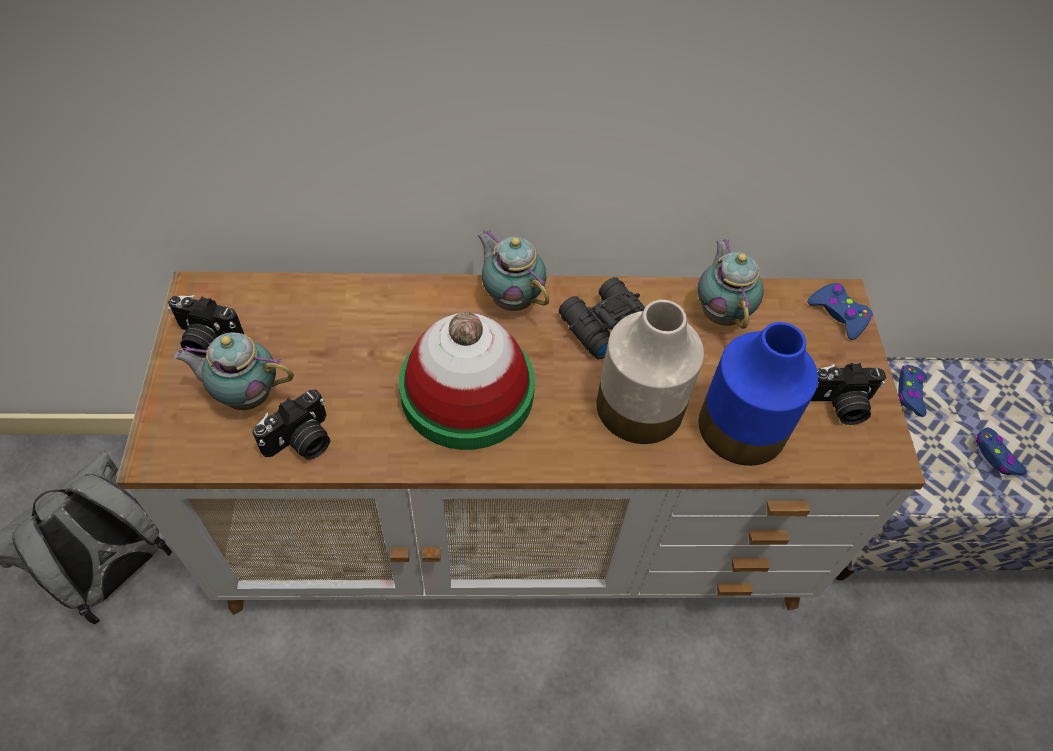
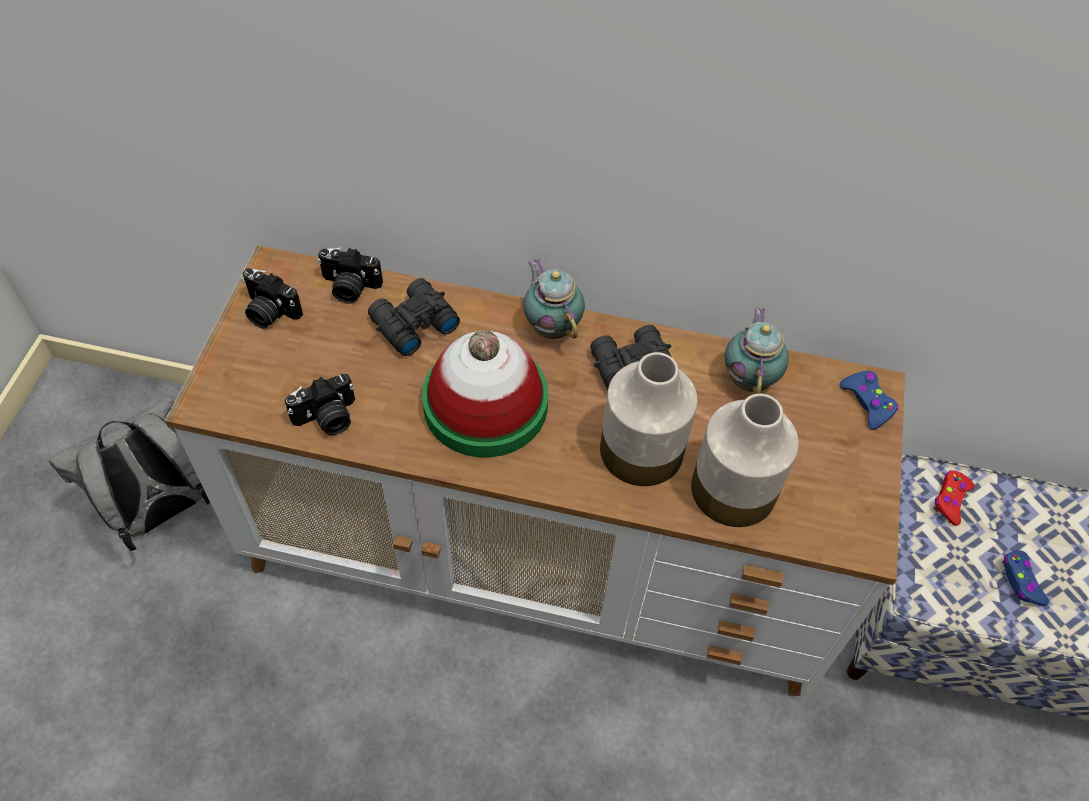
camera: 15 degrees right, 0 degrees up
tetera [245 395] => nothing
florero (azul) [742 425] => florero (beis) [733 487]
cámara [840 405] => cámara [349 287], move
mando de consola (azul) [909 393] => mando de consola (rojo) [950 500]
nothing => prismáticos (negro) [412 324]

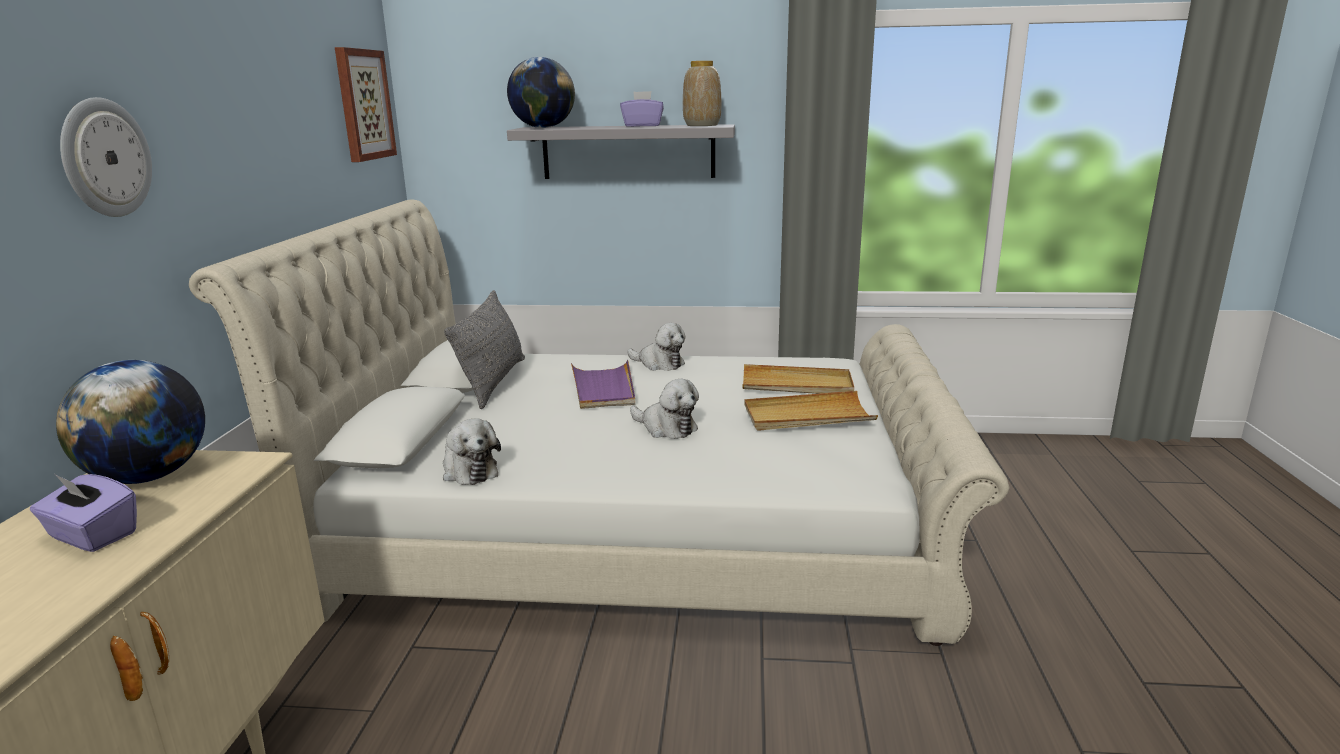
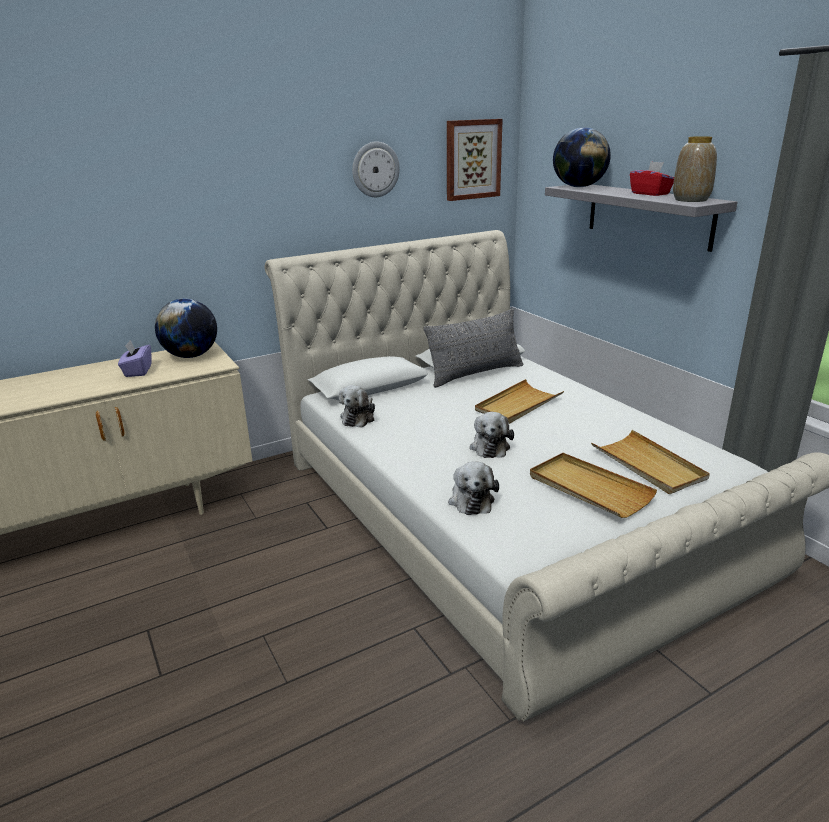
camera: 55 degrees right, 5 degrees up
reloj de pared [104 158] => reloj de pared [375 169], move
bandeja (morado) [603 388] => bandeja (beis) [518 404]
caja de pañuelos (morado) [642 126] => caja de pañuelos (rojo) [650 194]
peluche [659 364] => peluche [471 499], move

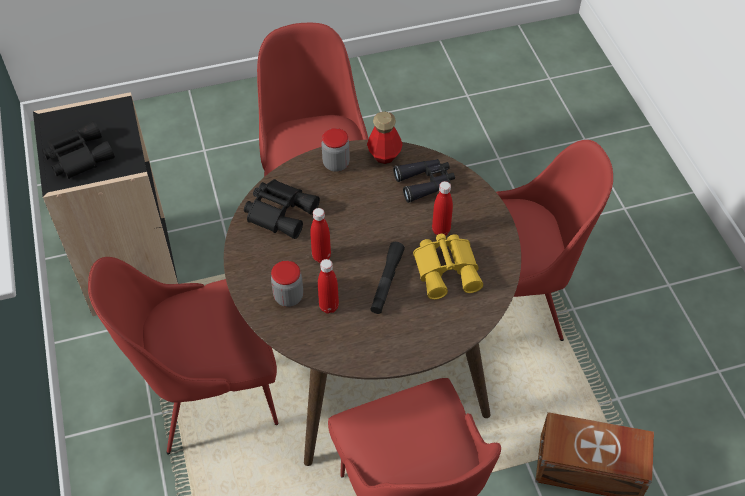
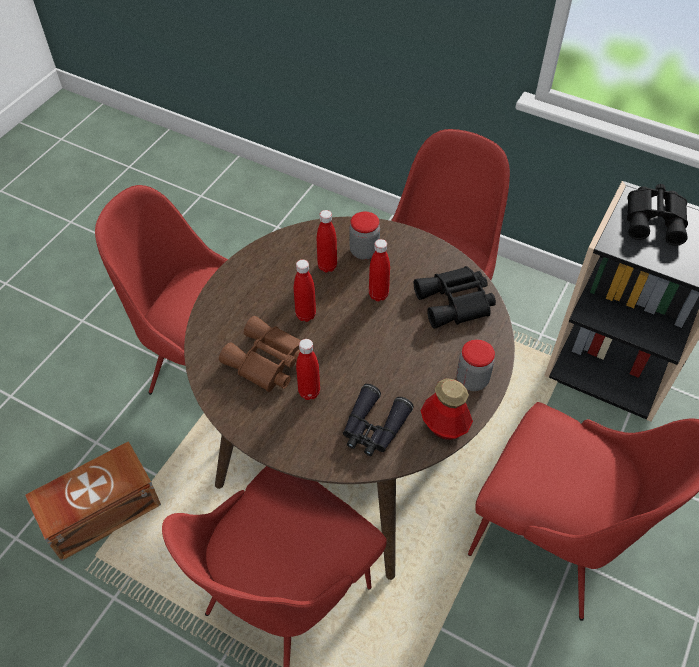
camera: 135 degrees right, 0 degrees up
linterna (negro) [386 282] => botella (rojo) [305 315]
prismáticos (amarillo) [447 269] => prismáticos (marrón) [267 362]

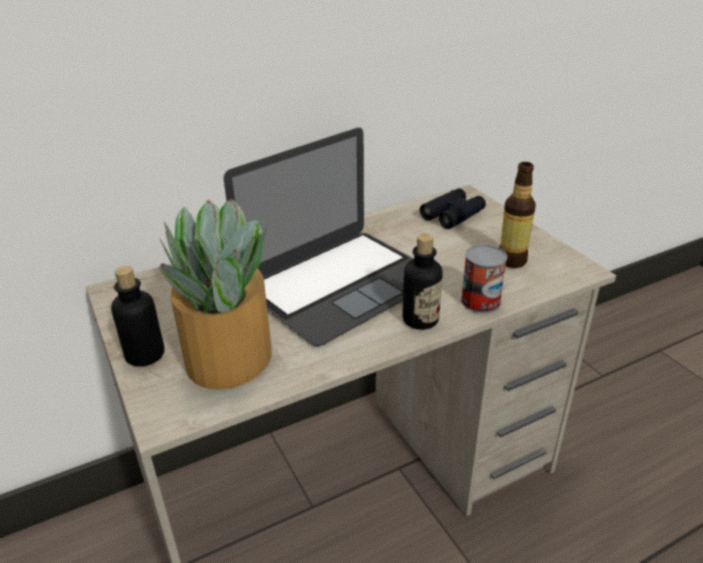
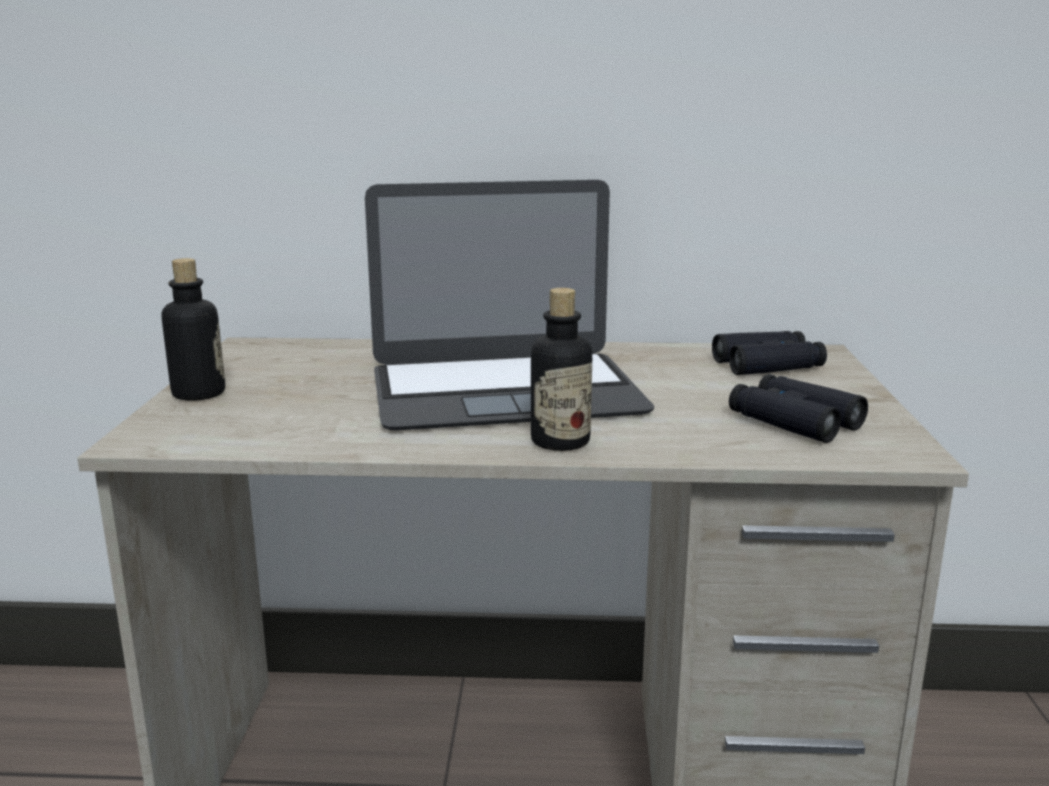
camera: 30 degrees right, 15 degrees down
planta en maceta [227 359] => nothing
lata [480 301] => nothing
botella [511 261] => prismáticos (negro) [794 421]

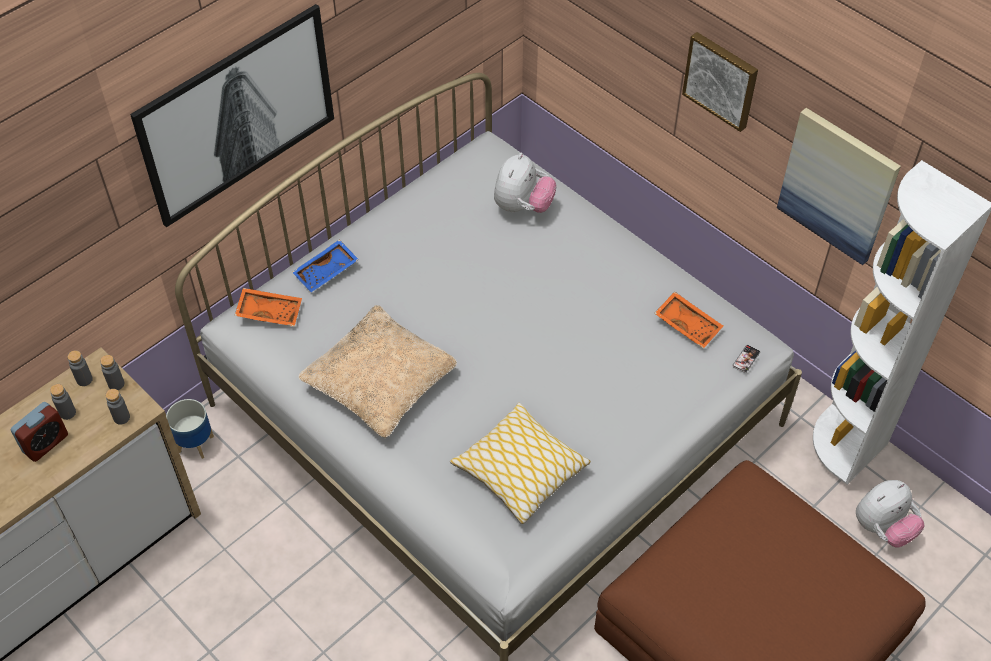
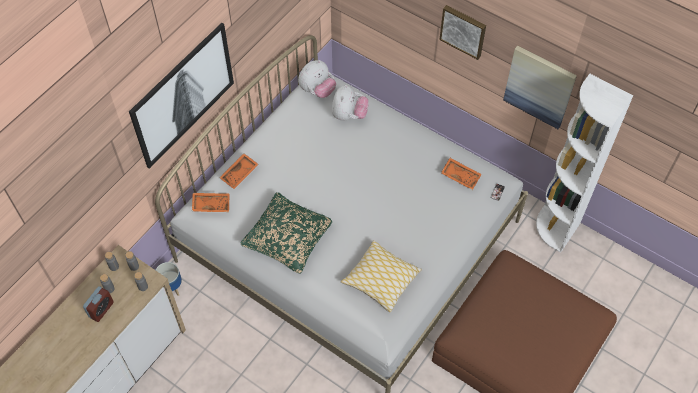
camera: 10 degrees left, 5 degrees up
bandeja (azul) [327 272] => bandeja (naranja) [240 174]
cojín (beis) [381 379] => cojín (verde) [288 237]
peluche [882 528] => peluche [317 90], move

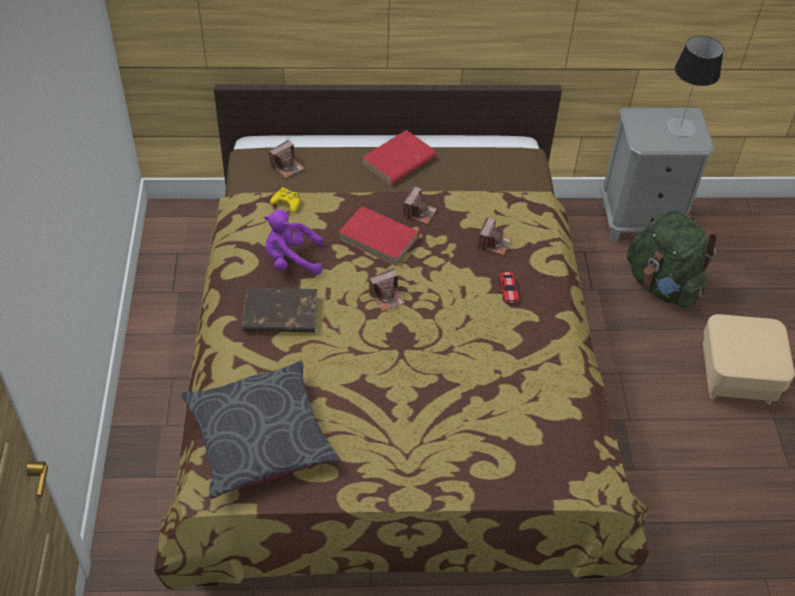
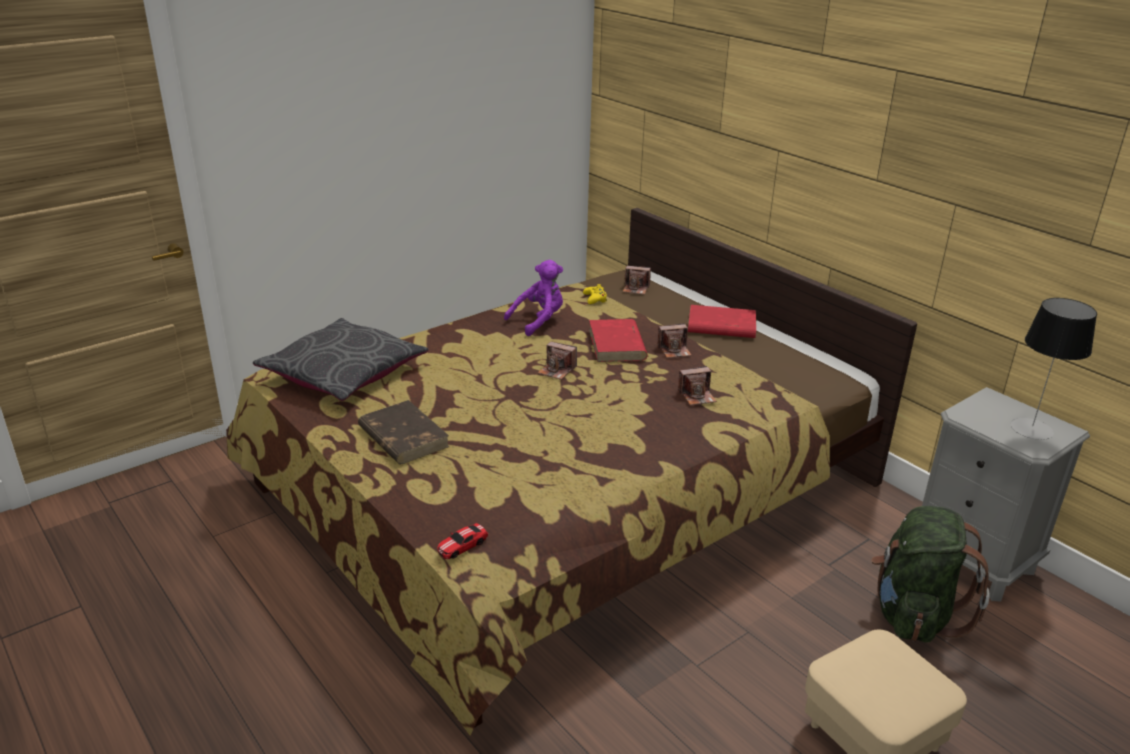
camera: 55 degrees right, 20 degrees down
libro (marrón) [280 314] => libro (marrón) [403 436], move
peluche (morado) [291 260] => peluche (morado) [539 321], 90 degrees clockwise
coche de juguete [508 290] => coche de juguete [462 545], move

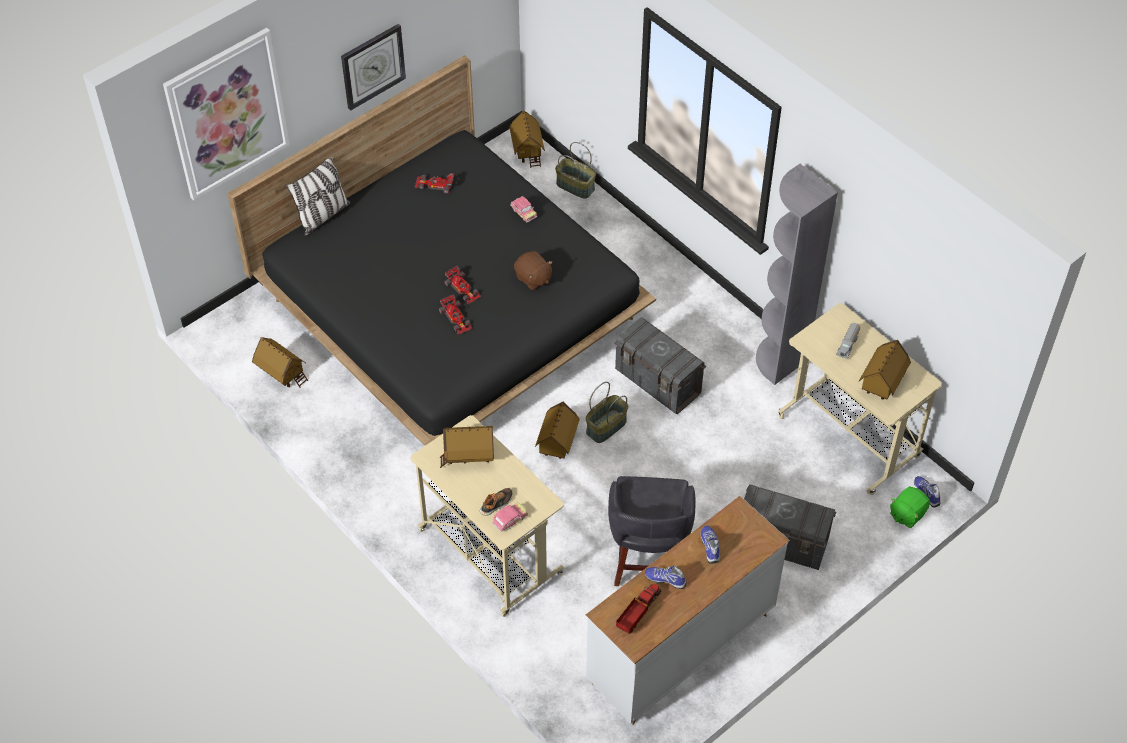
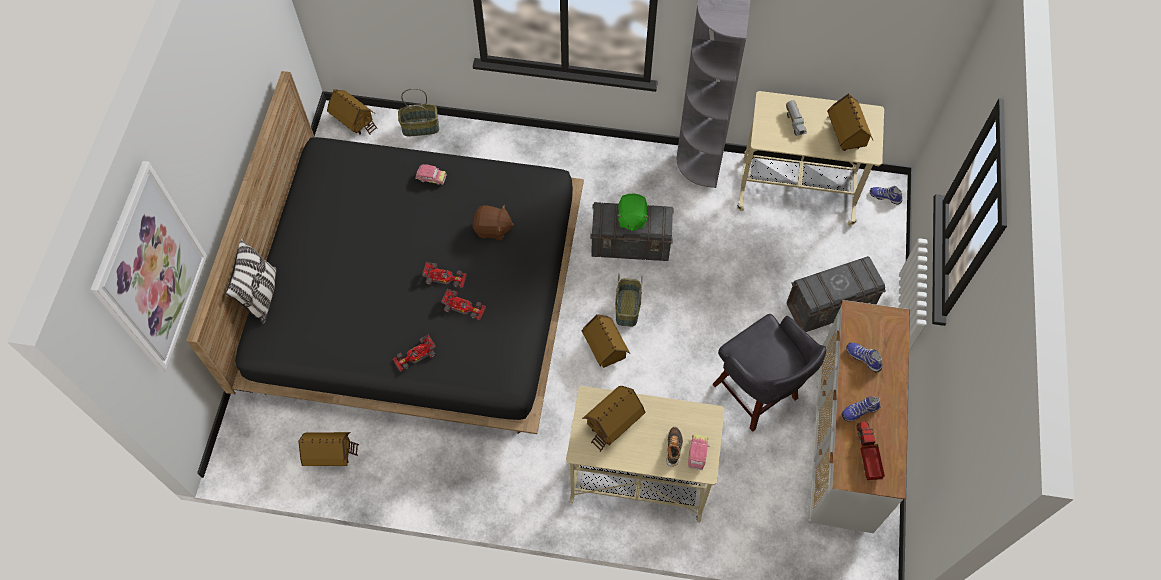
camera: 40 degrees left, 10 degrees up
reloj de pared [372 66] => nothing
coche de juguete [435 184] => coche de juguete [415 355], move
peluche (verde) [907 514] => peluche (verde) [631 218], move

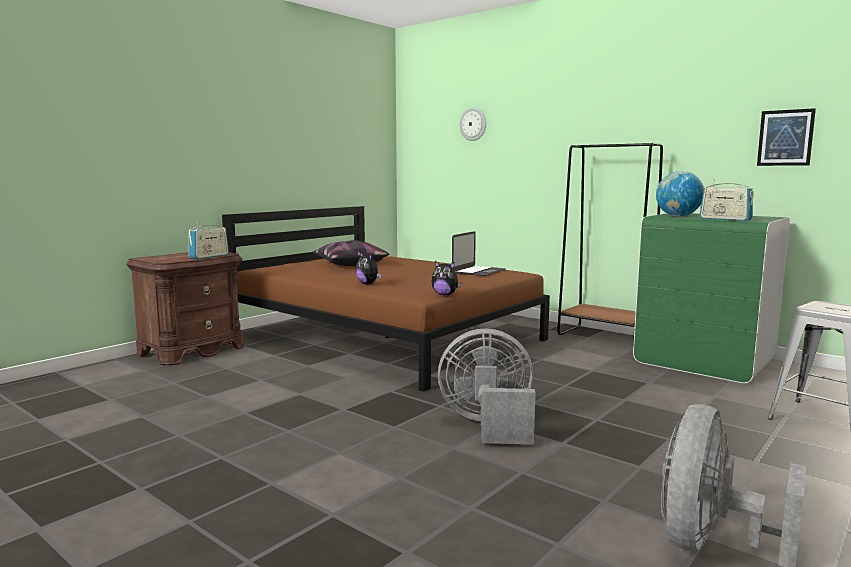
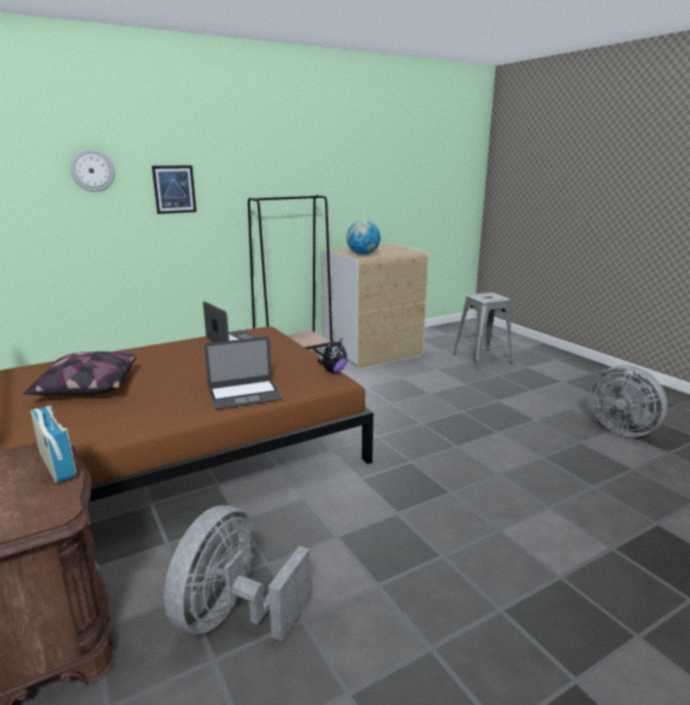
camera: 70 degrees left, 10 degrees up
peluche [368 284] => portátil [244 394]
ventilador (gris) [488 425] => ventilador (gris) [234 616], move
cómoda (verde) [704 360] => cómoda (beis) [371 351]
radio [725 219] => nothing
cuadro [785 137] => cuadro [174 189], move

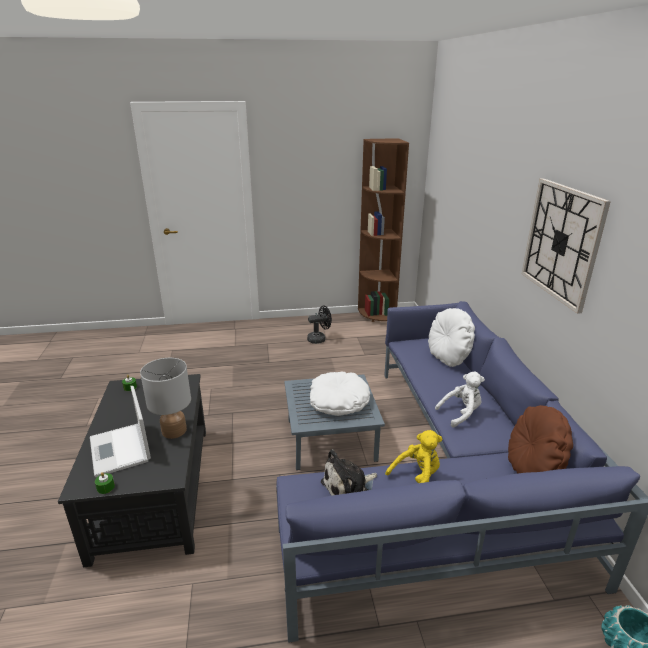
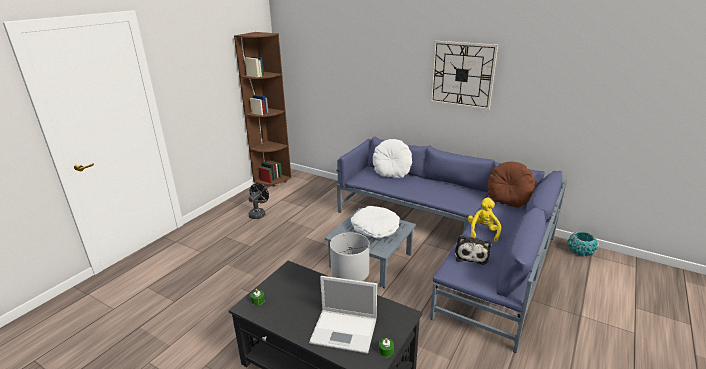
camera: 50 degrees left, 0 degrees up
peluche (blanco) [461 413] => nothing

